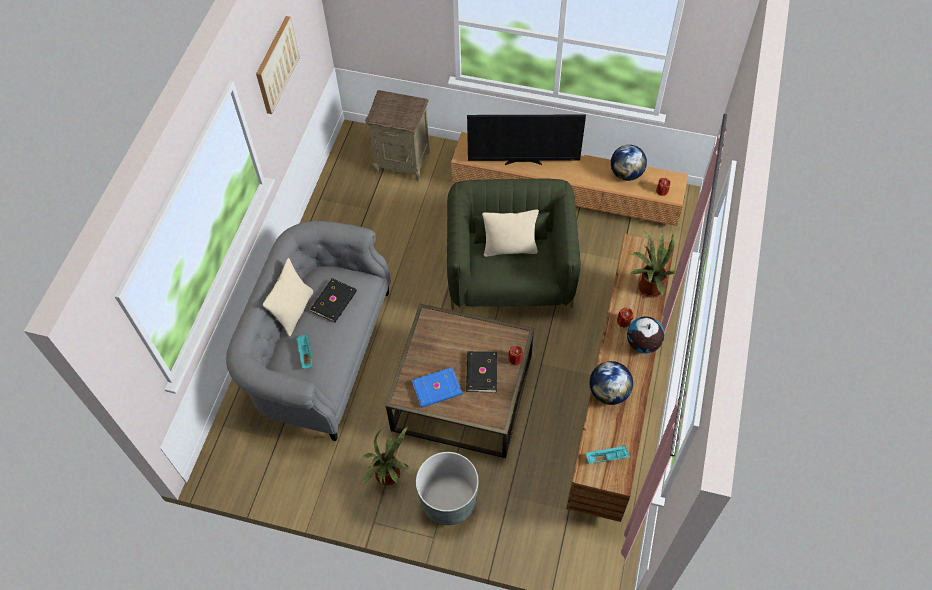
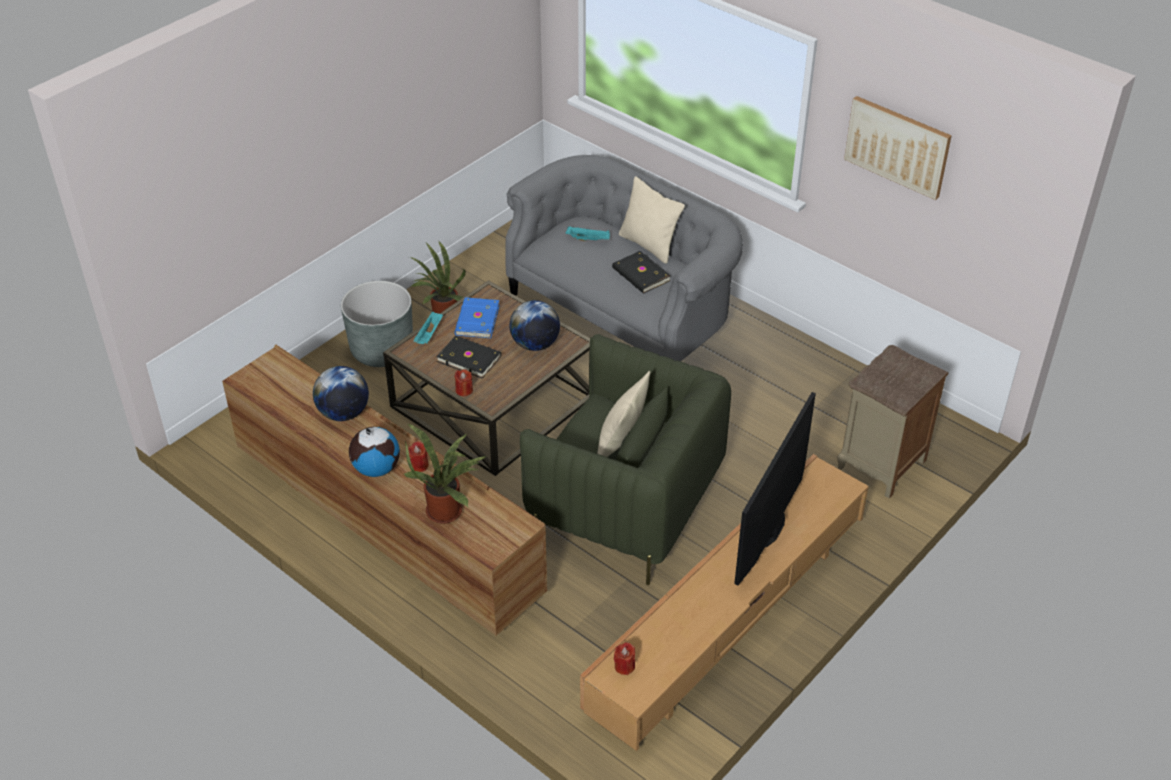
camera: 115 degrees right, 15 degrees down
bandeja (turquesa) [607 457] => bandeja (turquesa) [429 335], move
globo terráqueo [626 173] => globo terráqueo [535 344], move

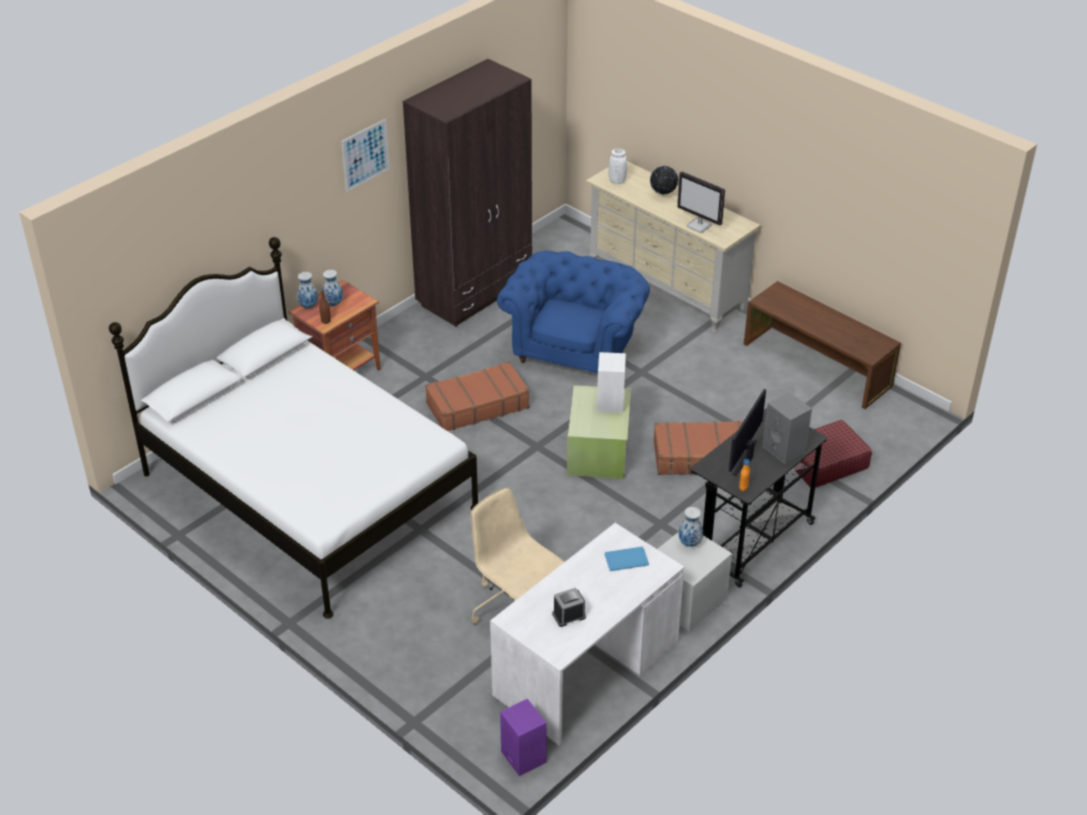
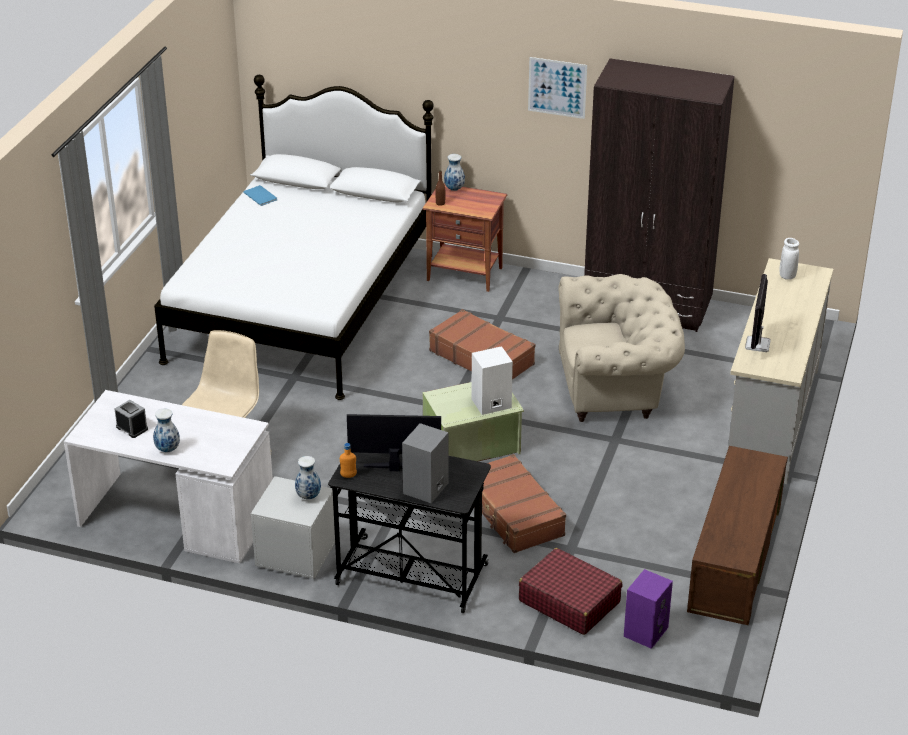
camera: 65 degrees right, 5 degrees down
florero [333 303] => florero [168 449], move
sillón (azul) [576 348] => sillón (beis) [616 389]
altavoz (morado) [522 756] => altavoz (morado) [645 631], move
libro (azul) [625 559] => libro (azul) [260 196], move
globo terráqueo [663 195] => nothing

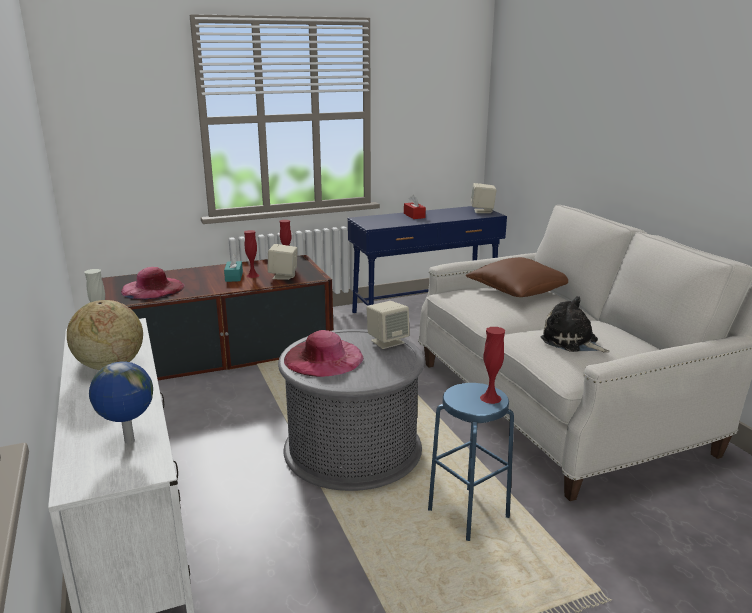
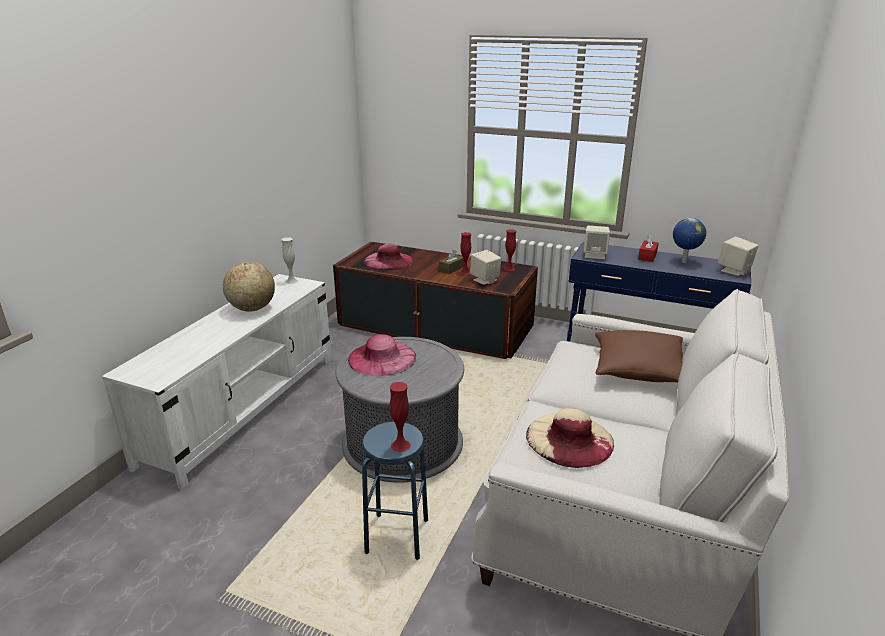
camera: 45 degrees right, 5 degrees up
globo terráqueo [129 442] => globo terráqueo [683 262], move
caja de pañuelos (turquesa) [234 277] => caja de pañuelos (marrón) [451 269]
altavoz (beis) [387 341] => altavoz (beis) [595 255], move
peluche [571 342] => sombrero (beis) [569 439]

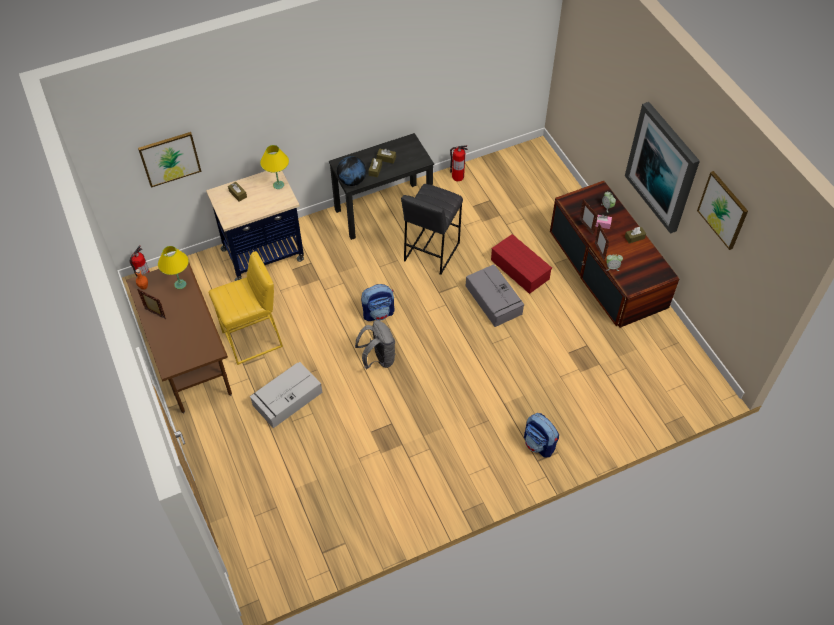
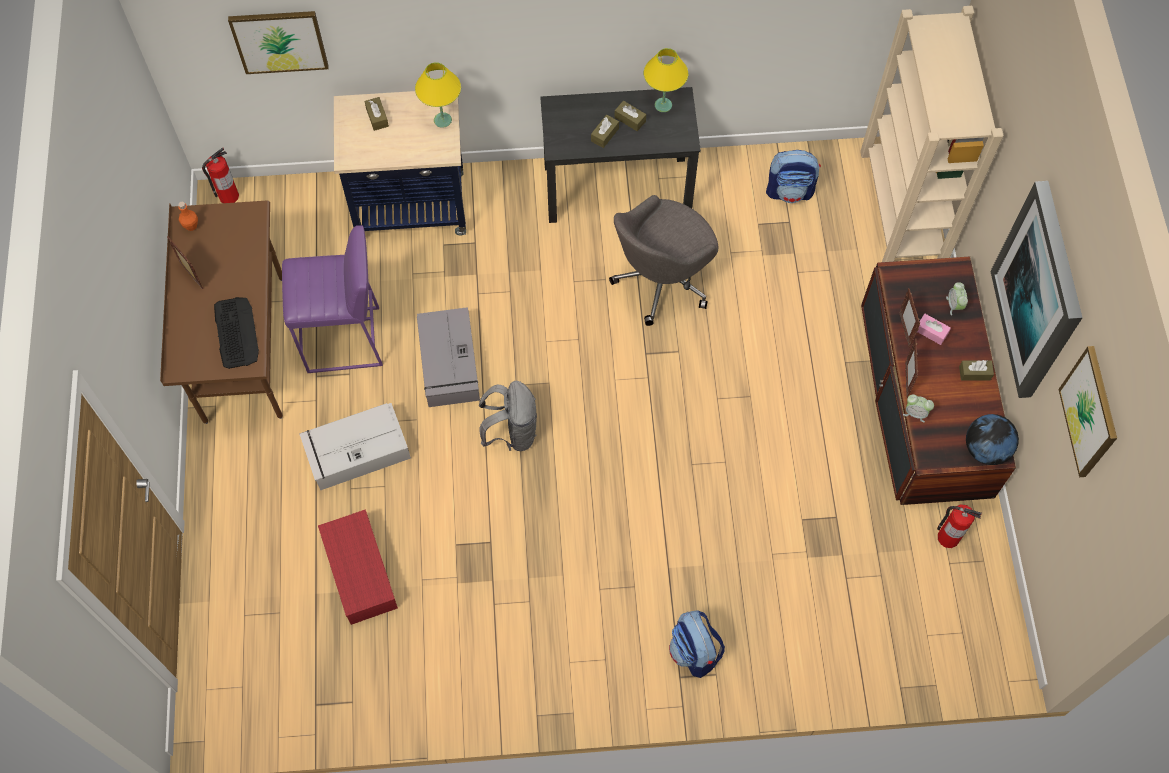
camera: 20 degrees right, 10 degrees up
lámpara de mesa (amarillo) [180 284] => lámpara de mesa (amarillo) [663 105], move
taburete (amarillo) [253 339] => taburete (morado) [345 340]
globo terráqueo [352 181] => globo terráqueo [985 449], move
mochila [378 313] => mochila [790 191], move
taburete (gris) [431 252] => silla de oficina (gris) [661 282]
extintor [457 177] => extintor [947 537], move
caja de almacenaje (gris) [494 301] => caja de almacenaje (gris) [449 364], move
caja de almacenaje (rojo) [518 269] => caja de almacenaje (rojo) [358 571], move
nothing => teclado [236 332]
nothing => estantería (beis) [902 207]

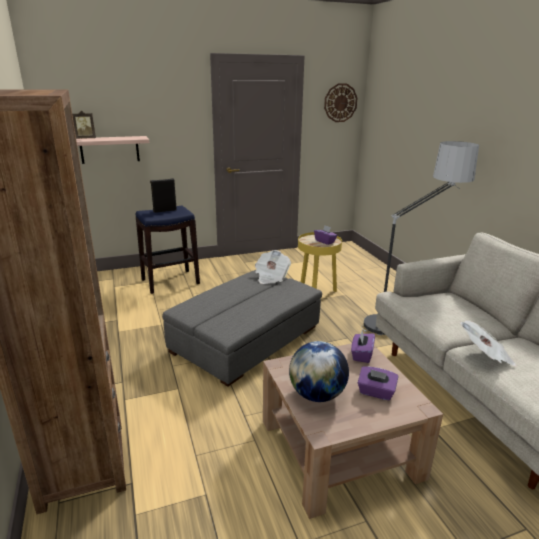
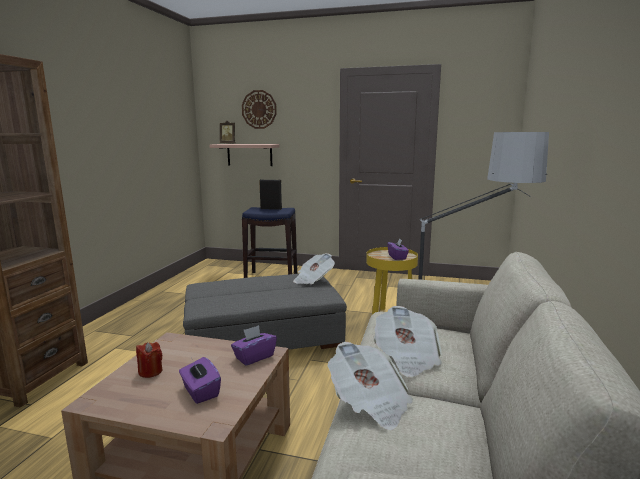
camera: 35 degrees right, 10 degrees down
globo terráqueo [317 394] => vela (rojo) [150 371]
reloj de pared [340 103] => reloj de pared [259 109], move
nothing => periódico [406 357]

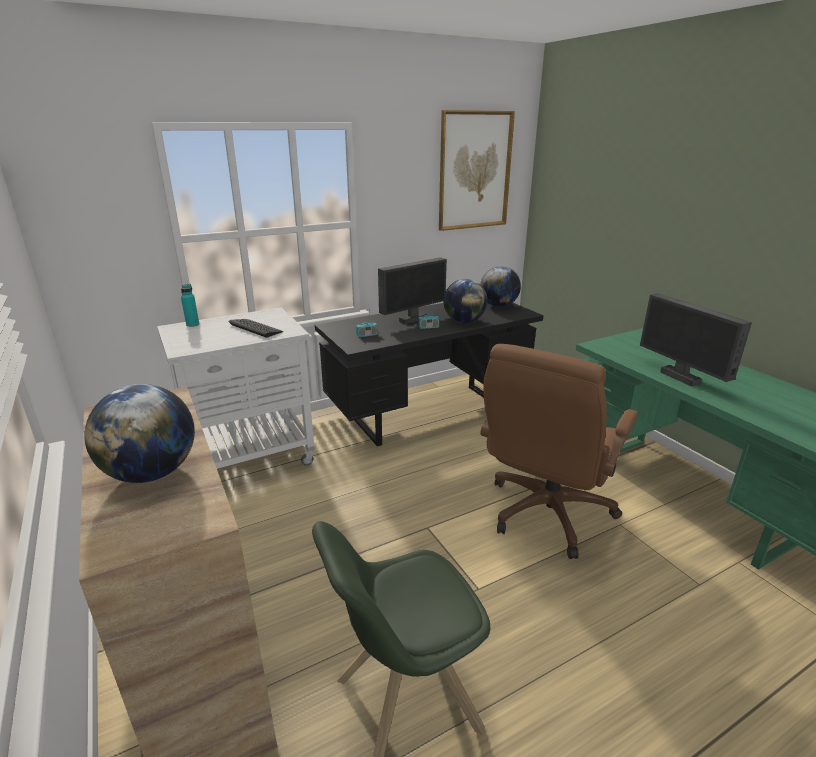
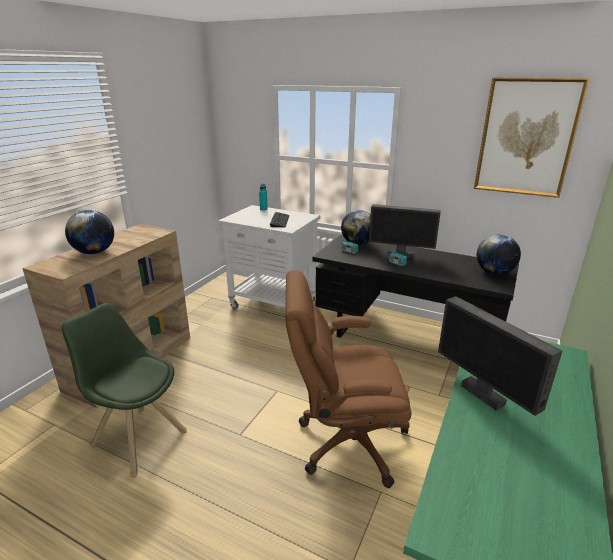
camera: 55 degrees right, 0 degrees up
globo terráqueo [464 321] => globo terráqueo [357 243], move
monitor [680 377] => monitor [483 394], 60 degrees counterclockwise

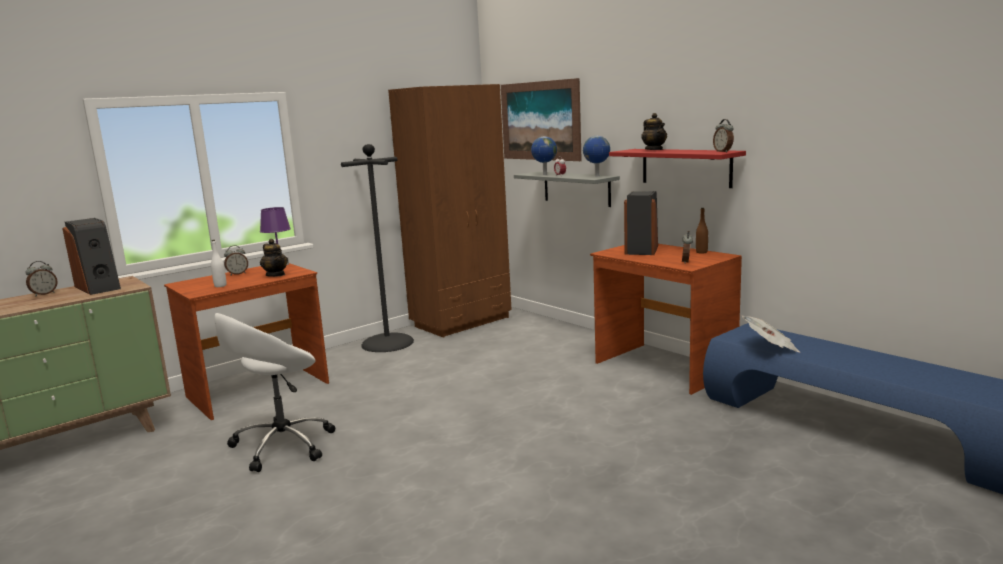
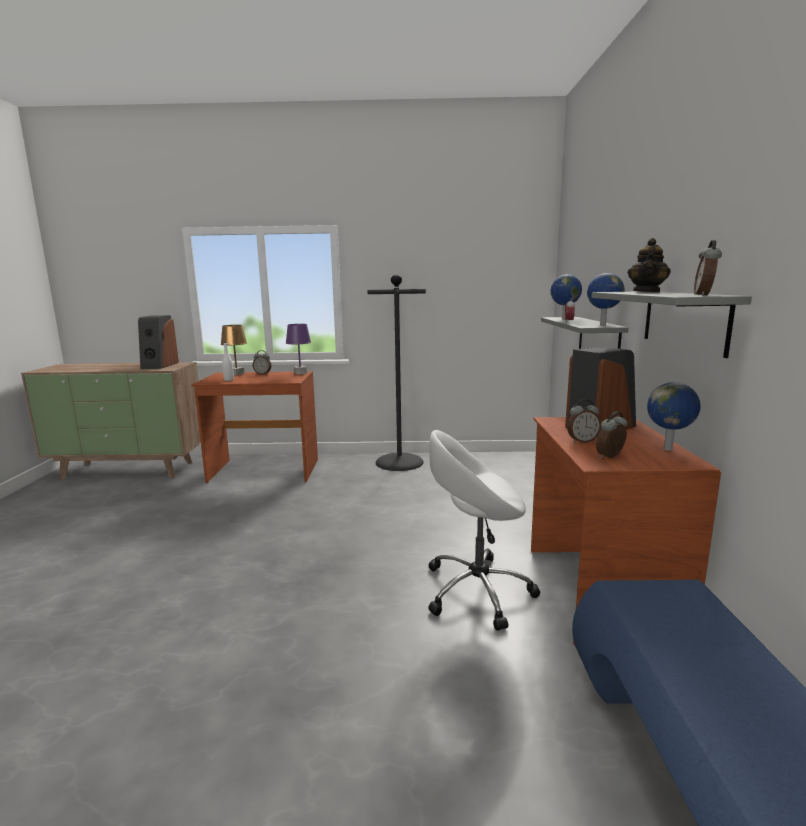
camera: 40 degrees right, 0 degrees up
despertador [44 294] => despertador [582 441], move
silla de oficina (blanco) [280 446] => silla de oficina (blanco) [474 591], move
tetera [276 275] => nothing
armario ropero (marrón) [462 322] => nothing
cuadro [540 121] => nothing
estante (rojo) [685 167] => estante (gris) [684 320]
botella (marrón) [701 252] => globo terráqueo [669 449]
periódico [770 347] => nothing
nothing => lámpara de mesa (marrón) [236 374]

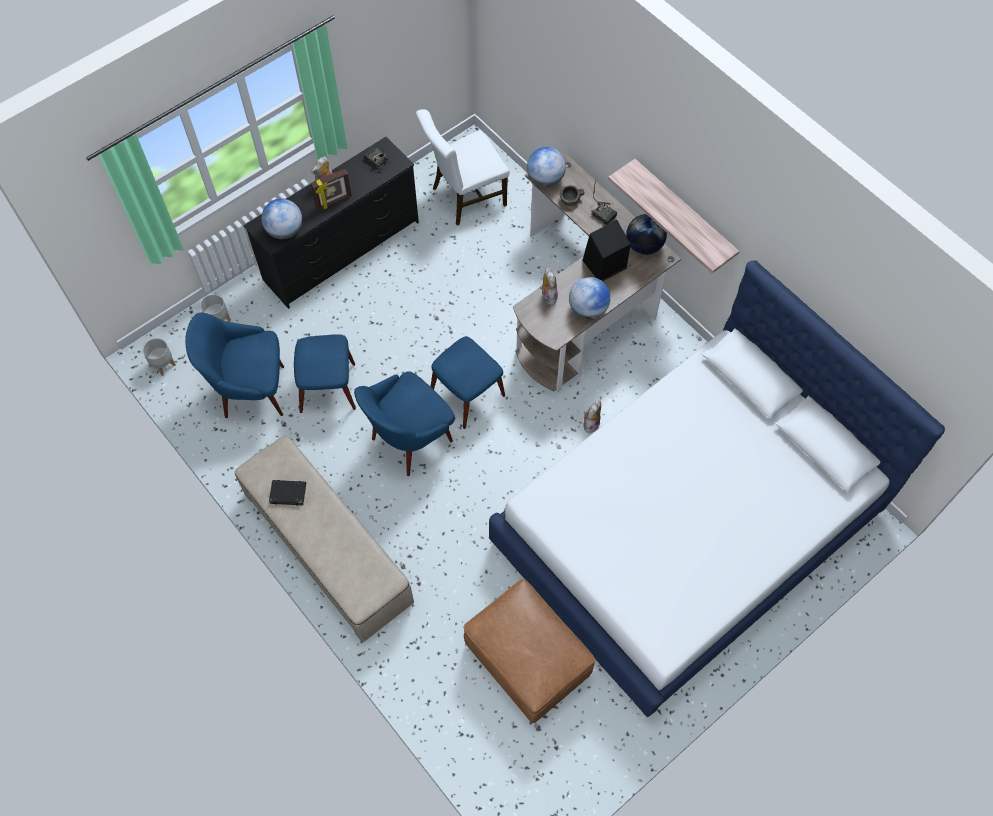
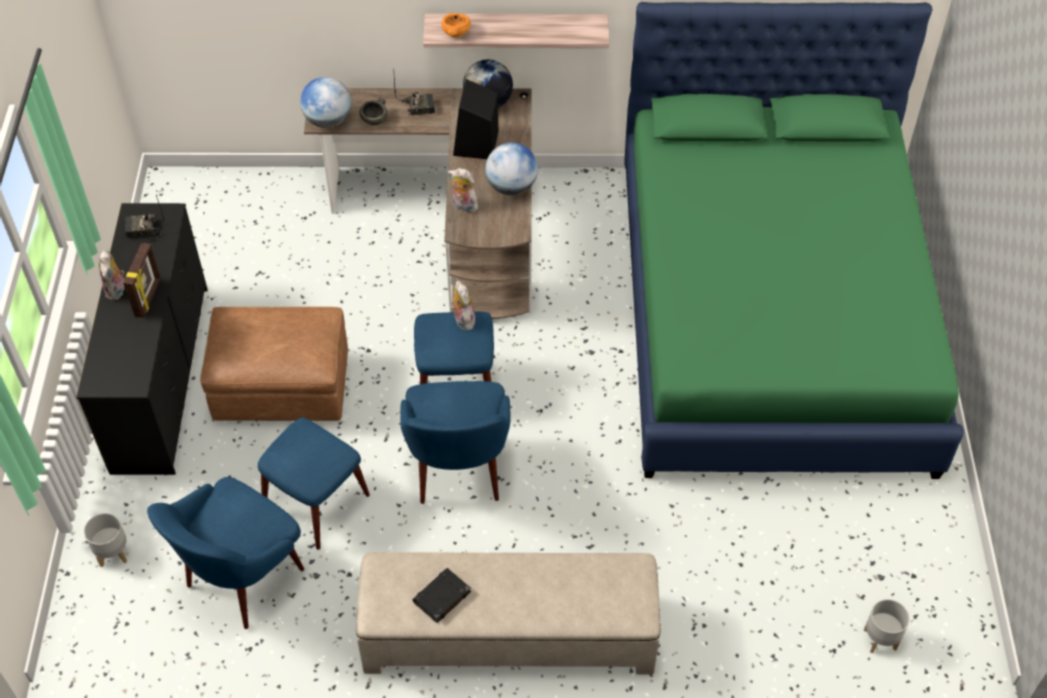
camera: 50 degrees left, 10 degrees down
maceta (gris) [163 365] => maceta (gris) [880 640], move
globo terráqueo [285 231] => nothing
silla (blanco) [464 198] => nothing
puf (marrón) [527 659] => puf (marrón) [282 387], move
cama (blanco) [687 526] => cama (verde) [770 313]
peluche [590 423] => peluche [462 320], move
nothing => cuenco (naranja) [455 32]

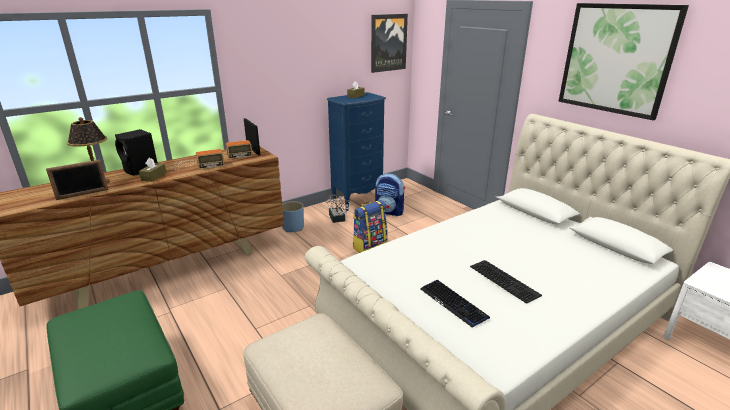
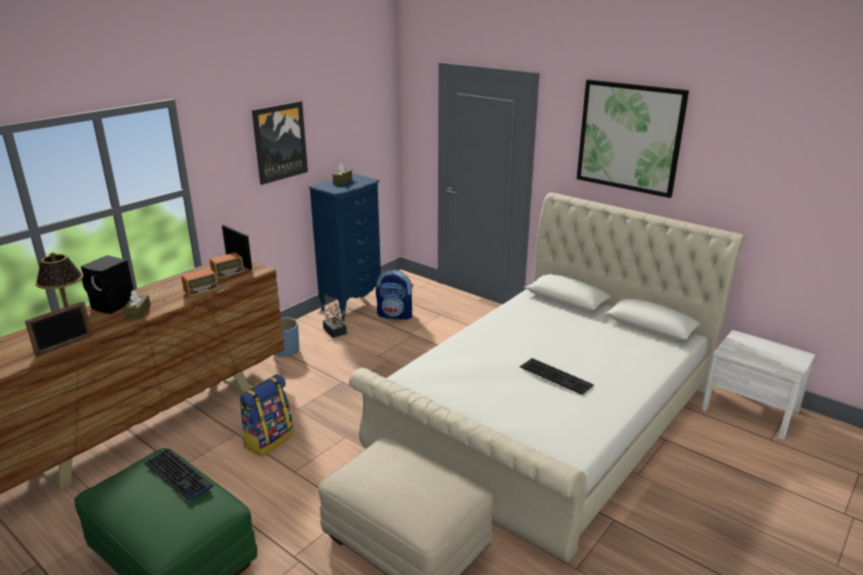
camera: 15 degrees left, 0 degrees up
mochila [369 246] => mochila [268 440], move
cuadro [388 43] => cuadro [279 142], move
teclado [453 303] => teclado [178 475], move

